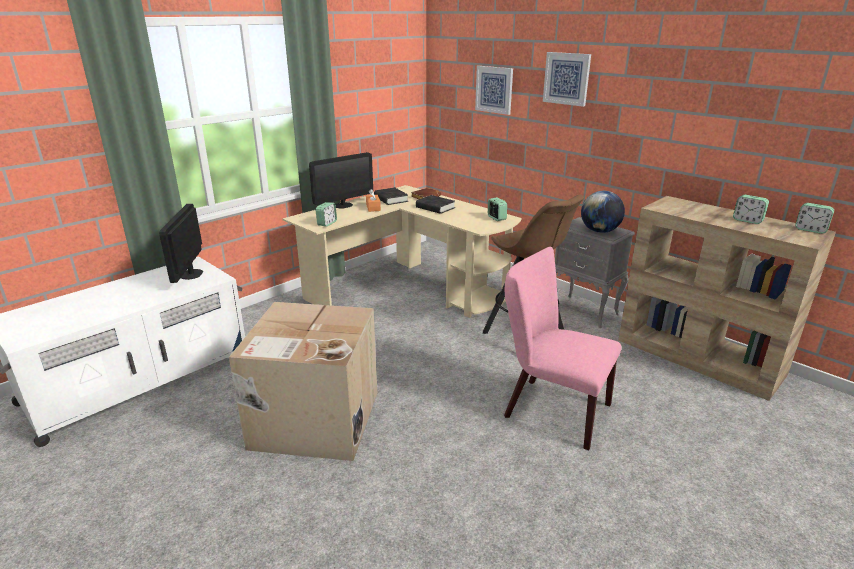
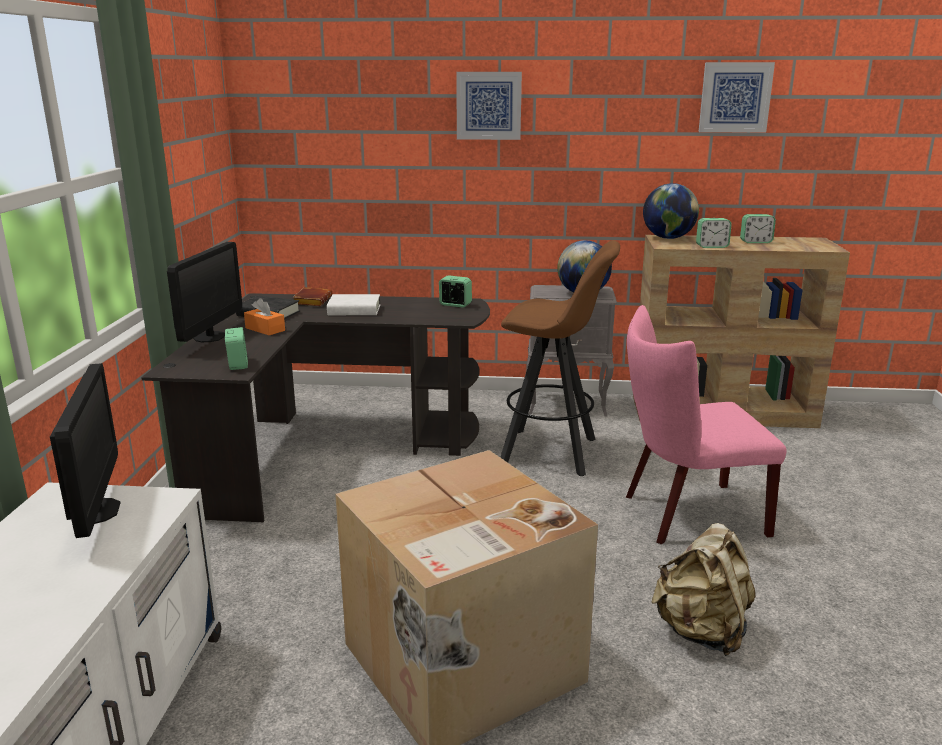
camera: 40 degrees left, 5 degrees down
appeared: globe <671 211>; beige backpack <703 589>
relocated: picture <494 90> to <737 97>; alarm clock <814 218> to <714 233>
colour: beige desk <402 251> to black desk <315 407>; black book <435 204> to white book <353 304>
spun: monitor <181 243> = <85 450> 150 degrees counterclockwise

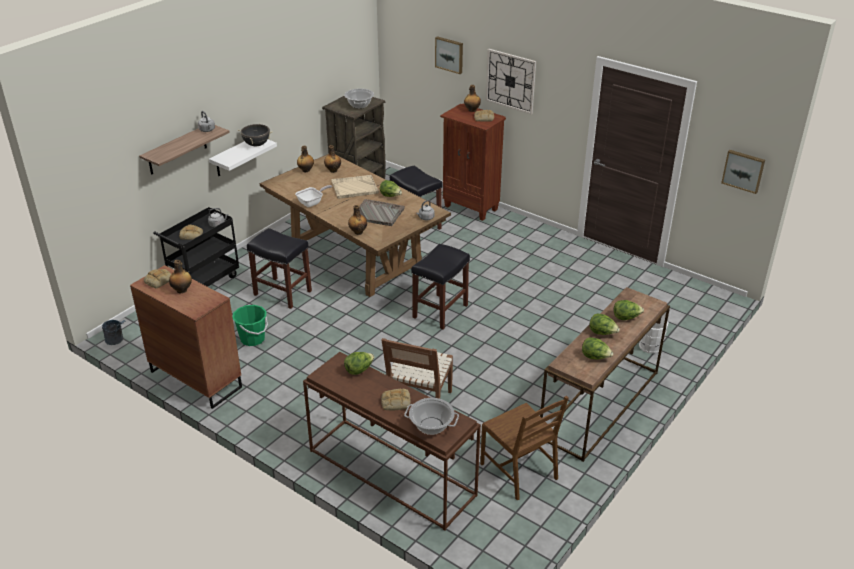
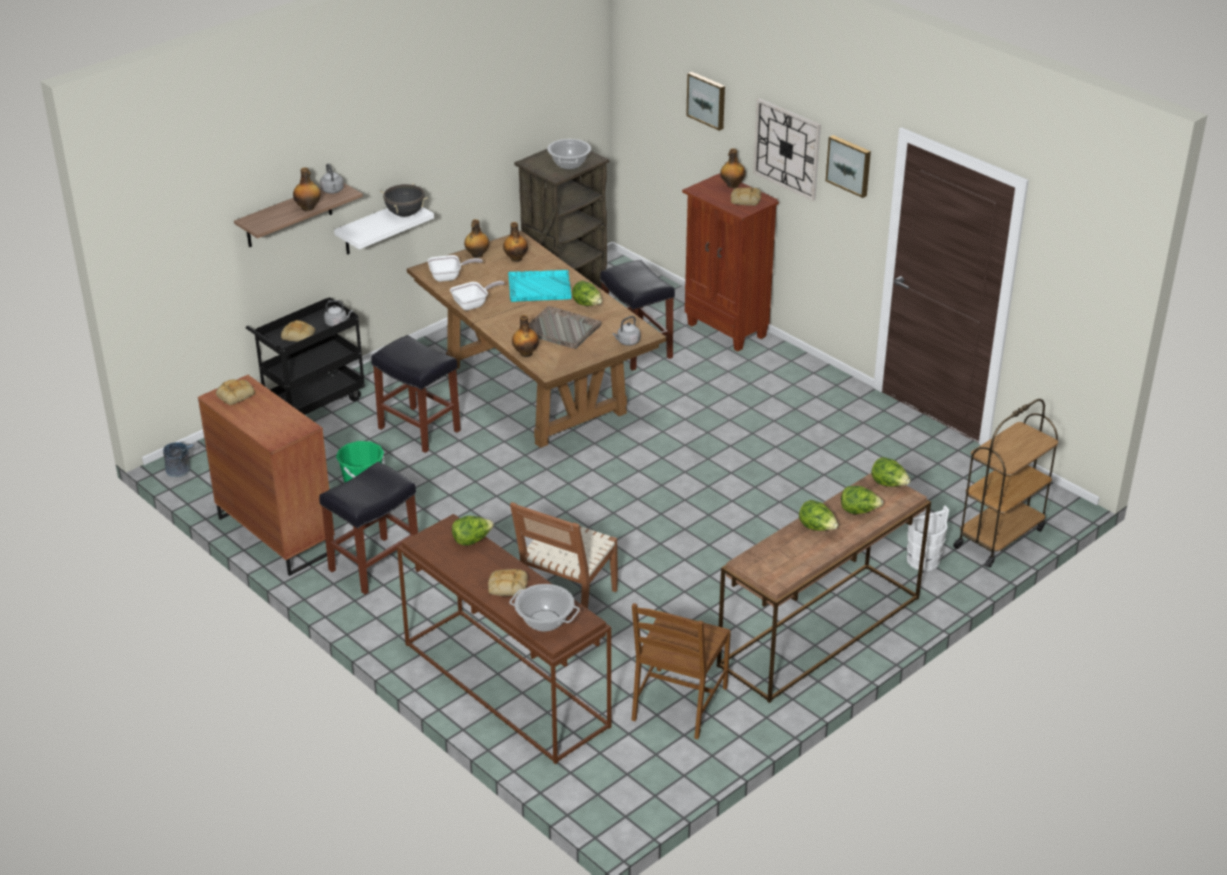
camera: 10 degrees right, 0 degrees up
appeared: frying pan <455 268>; brown cart <1006 483>
relocated: picture <743 172> to <848 166>; black stool <440 287> to <368 528>; bottle <180 276> to <307 189>; lettuce <597 348> to <891 472>
colour: beige tray <355 187> to turquoise tray <540 286>
spun: brown chair <524 448> = <681 671> 45 degrees clockwise

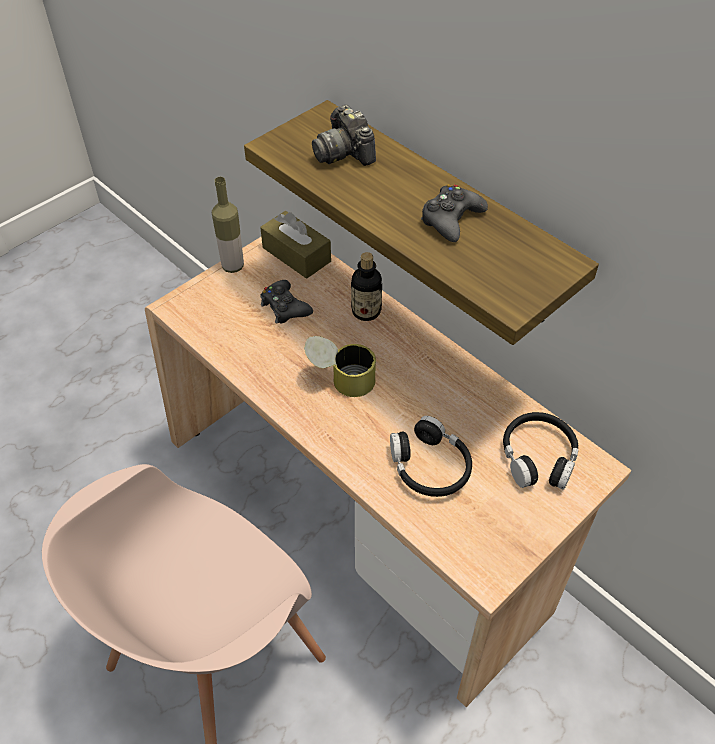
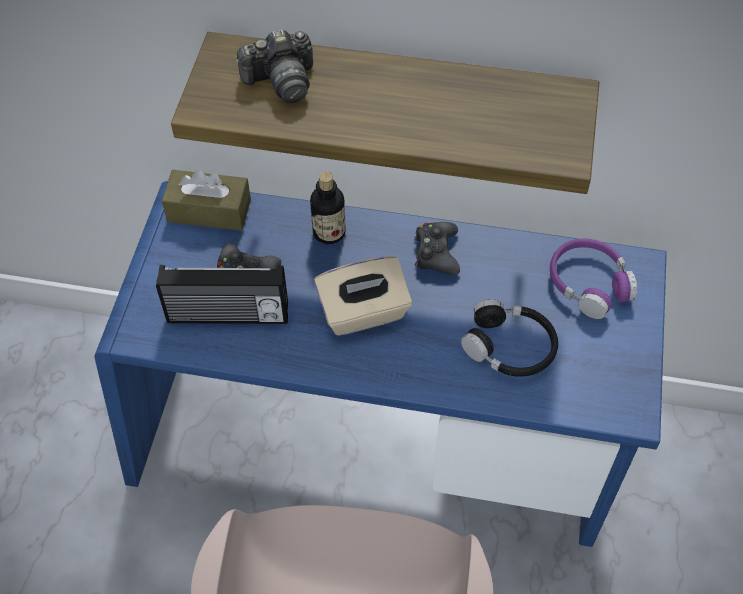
camera: 35 degrees left, 5 degrees up
missing: bottle <228 225>
appeared: radio <222 294>
relocated: black game controller <454 213> to <437 248>
exchanged: can <340 366> to beige tissue box <363 296>
colour: beige desk <388 472> to blue desk <380 364>; black headphones <540 451> to purple headphones <593 279>
spun: photo camera <344 135> = <274 66> 45 degrees counterclockwise

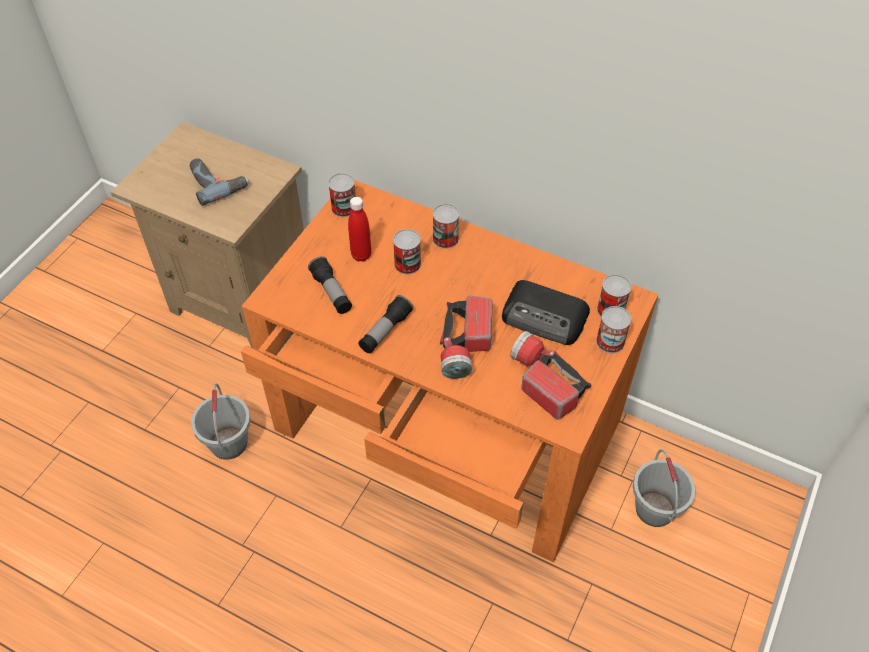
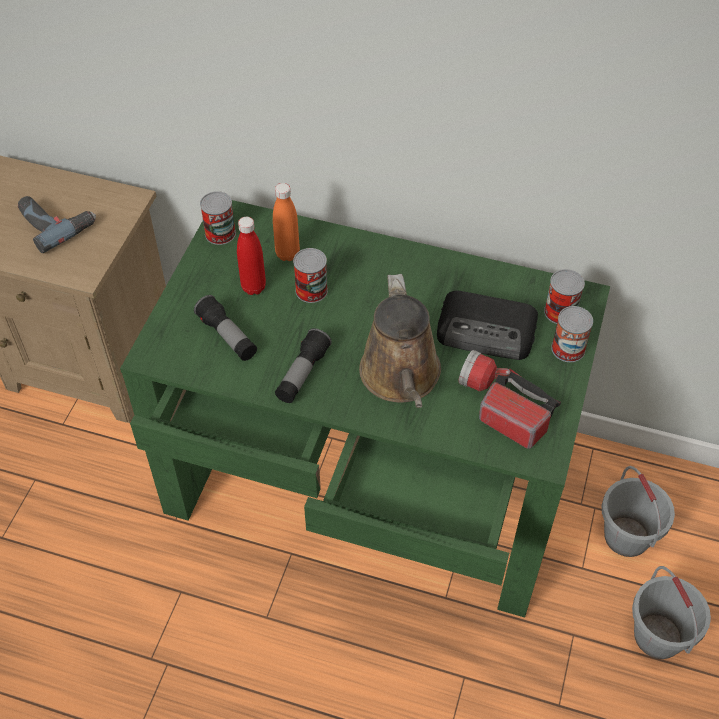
camera: 10 degrees left, 0 degrees up
missing: can <446 226>
appeared: orange bottle <286 222>
relocated: grey bucket <221 421> to <671 612>
exchanged: flashlight <466 337> to brown watering can <400 341>
colour: orange desk <450 371> to green desk <365 408>

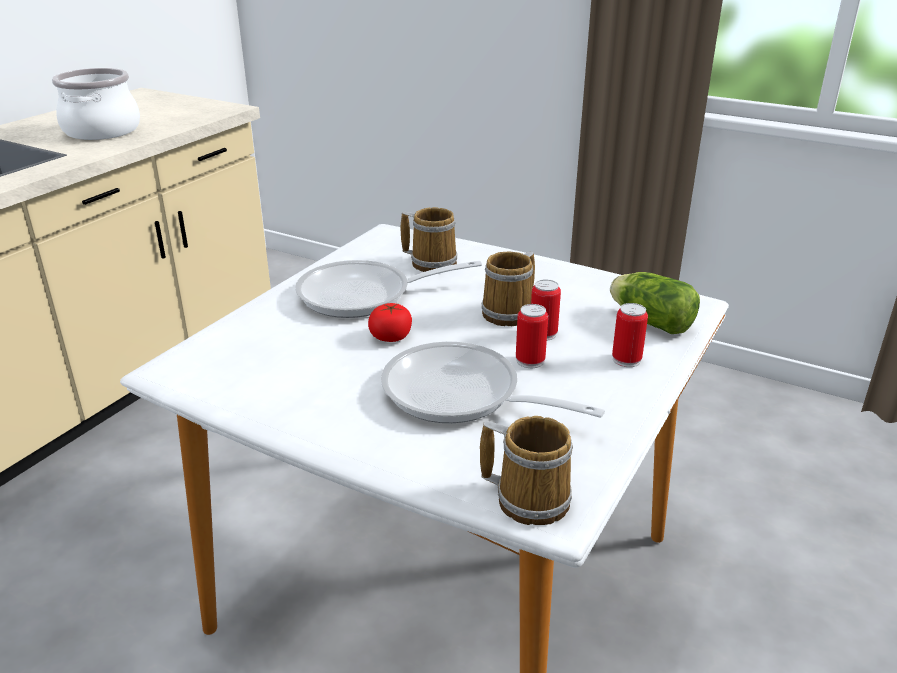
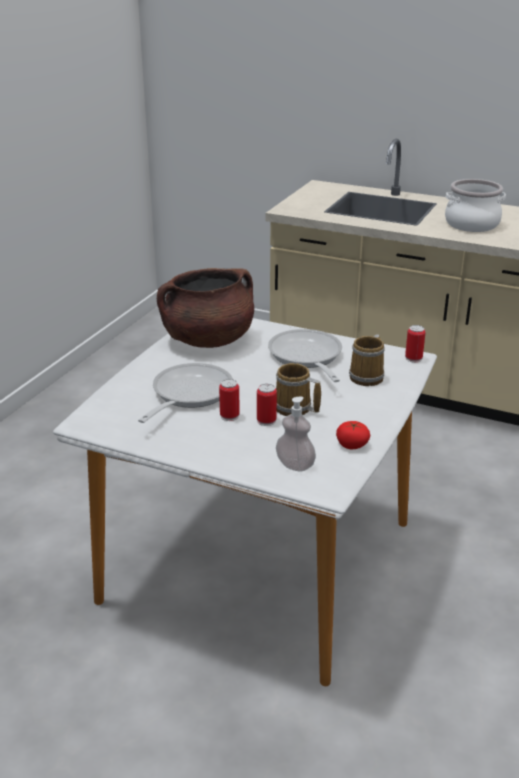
camera: 85 degrees right, 0 degrees up
missing: mug <526 470>
appeared: brown cooking pot <205 308>
relocated: tomato <390 322> to <353 435>; can <630 335> to <415 344>
exchanged: lettuce <655 303> to soap dispenser <296 433>

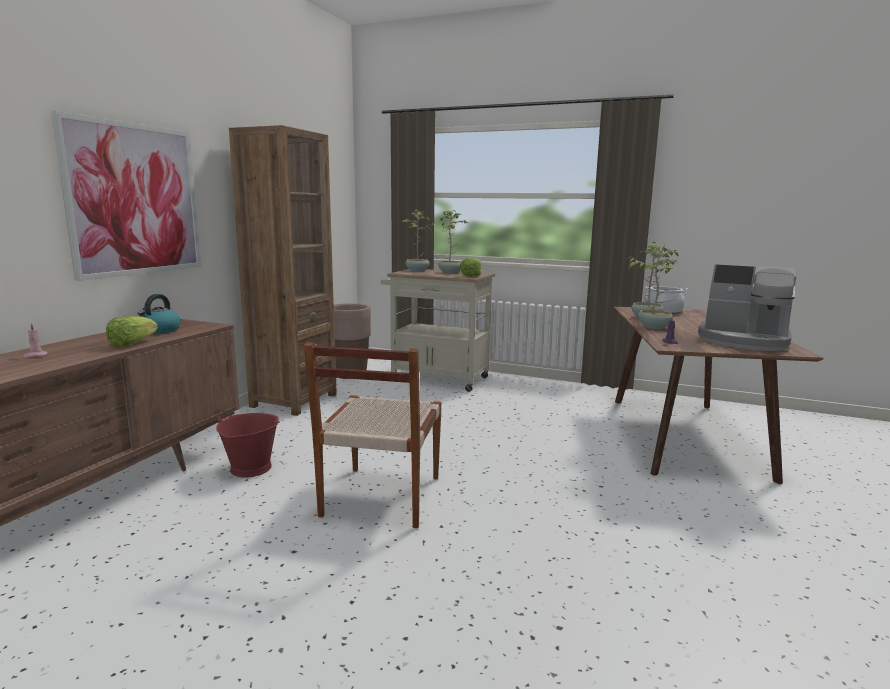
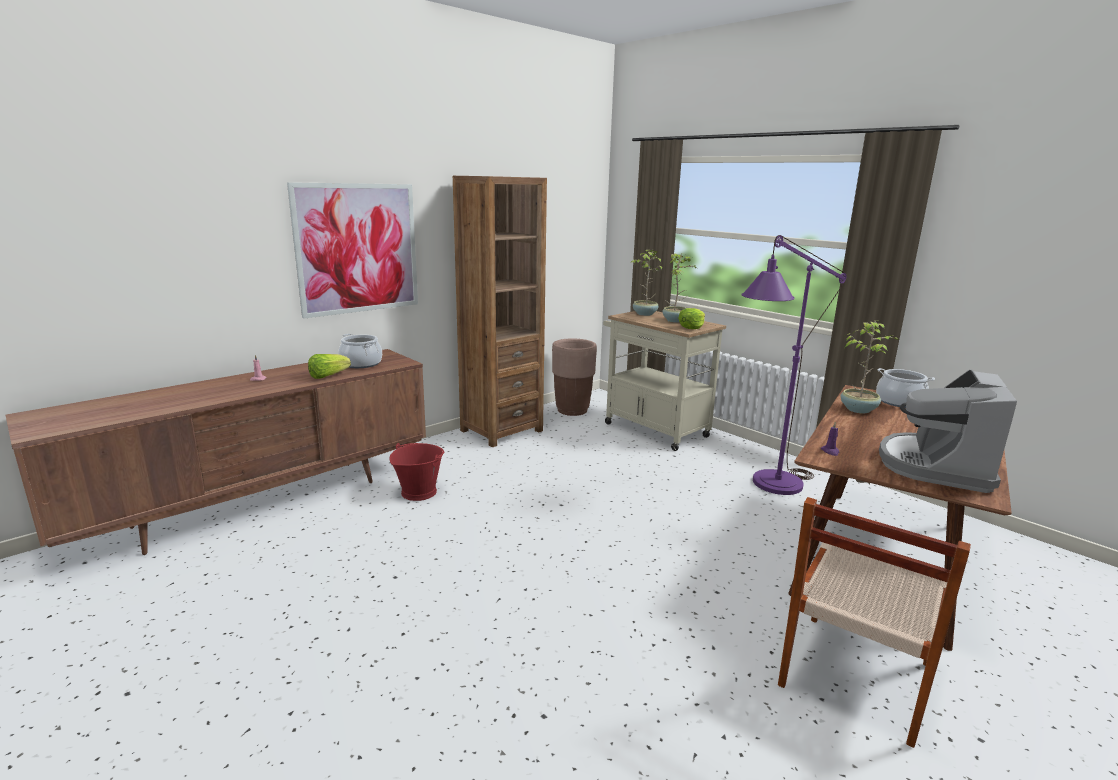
camera: 25 degrees right, 5 degrees up
missing: potted plant <659 286>
appeared: purple floor lamp <793 365>
relocated: chair <372 435> to <874 622>
exchanged: kettle <159 314> to cooking pot <360 351>
spun: coffee machine <747 307> = <948 431> 60 degrees clockwise

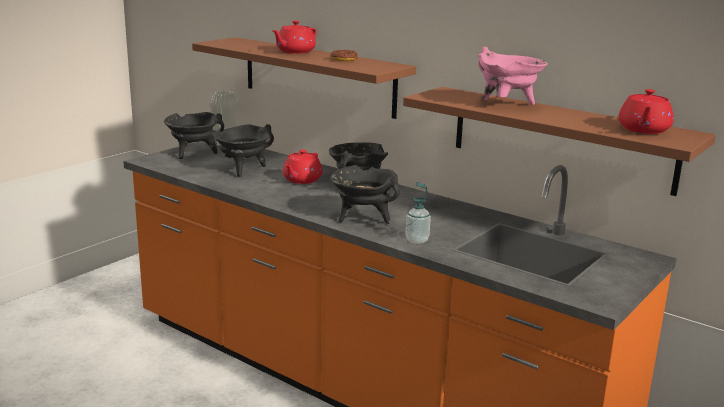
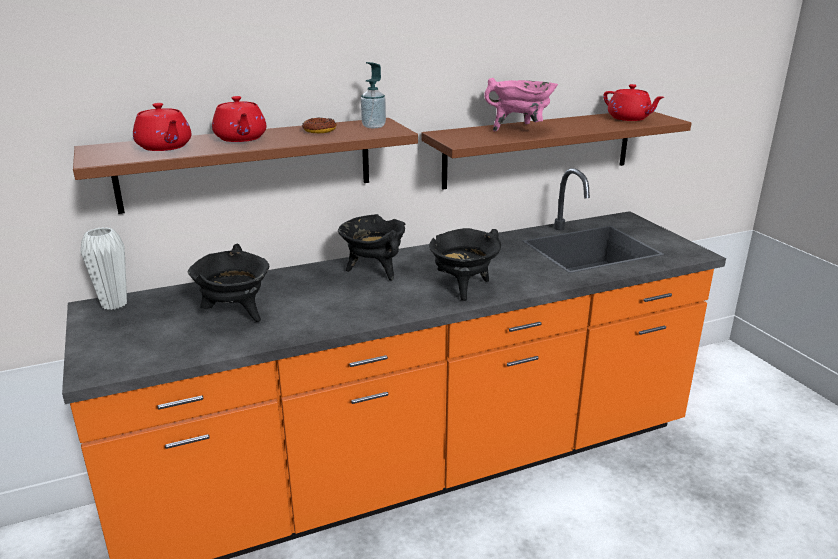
camera: 60 degrees left, 5 degrees up
missing: black cooking pot <194 135>
relocated: red teapot <303 167> to <162 127>; soap dispenser <418 213> to <373 95>

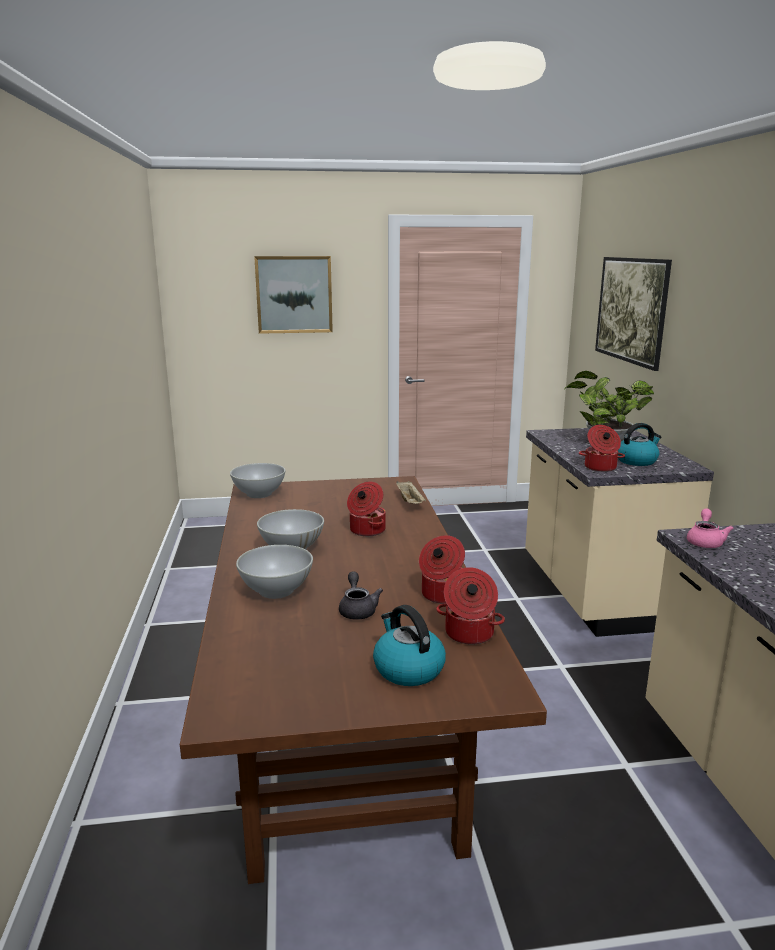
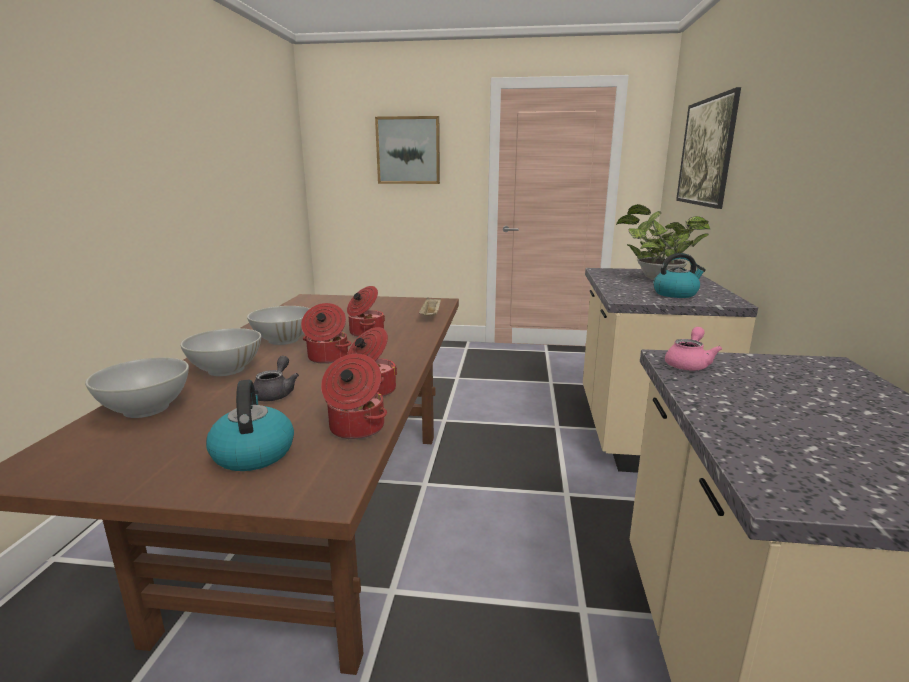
camera: 15 degrees right, 0 degrees up
relocated: cooking pot <602 448> to <326 333>; white bowl <257 480> to <137 388>

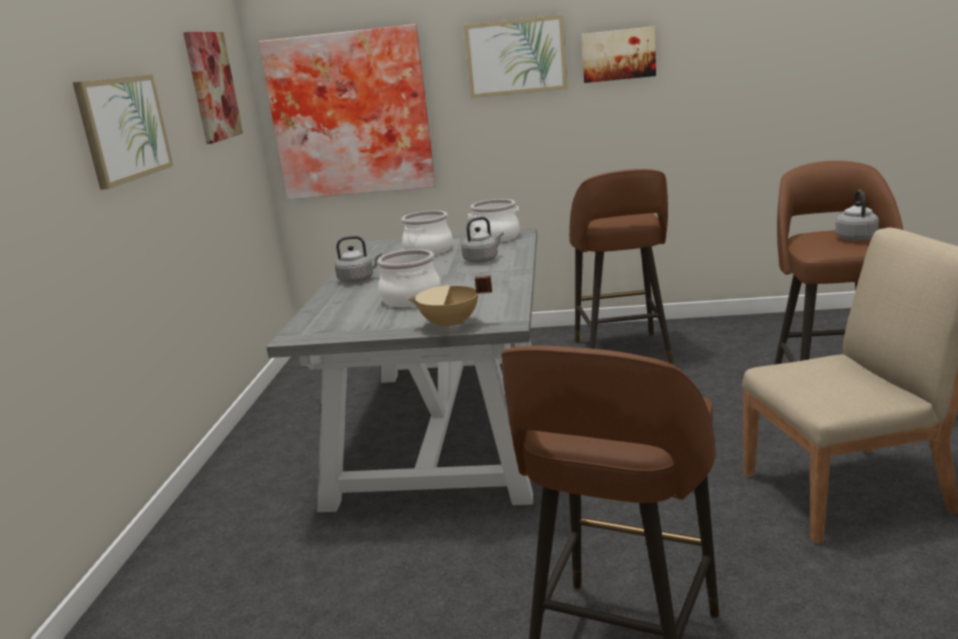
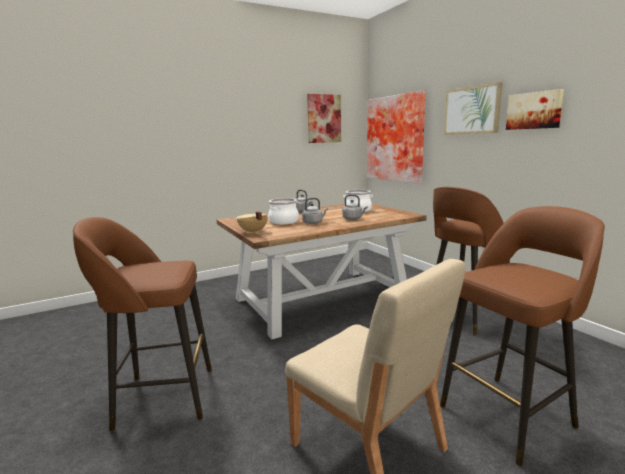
camera: 55 degrees right, 5 degrees down
missing: picture <123 132>; cooking pot <494 220>
relocated: grey kettle <857 215> to <315 211>
colour: grey dining table <401 370> to brown dining table <322 271>

